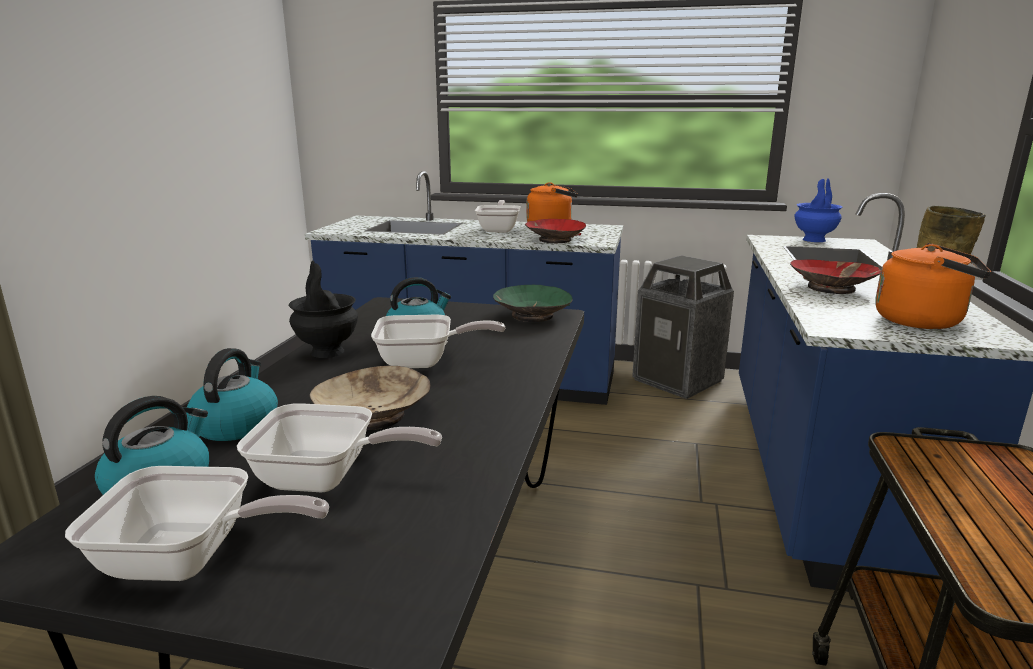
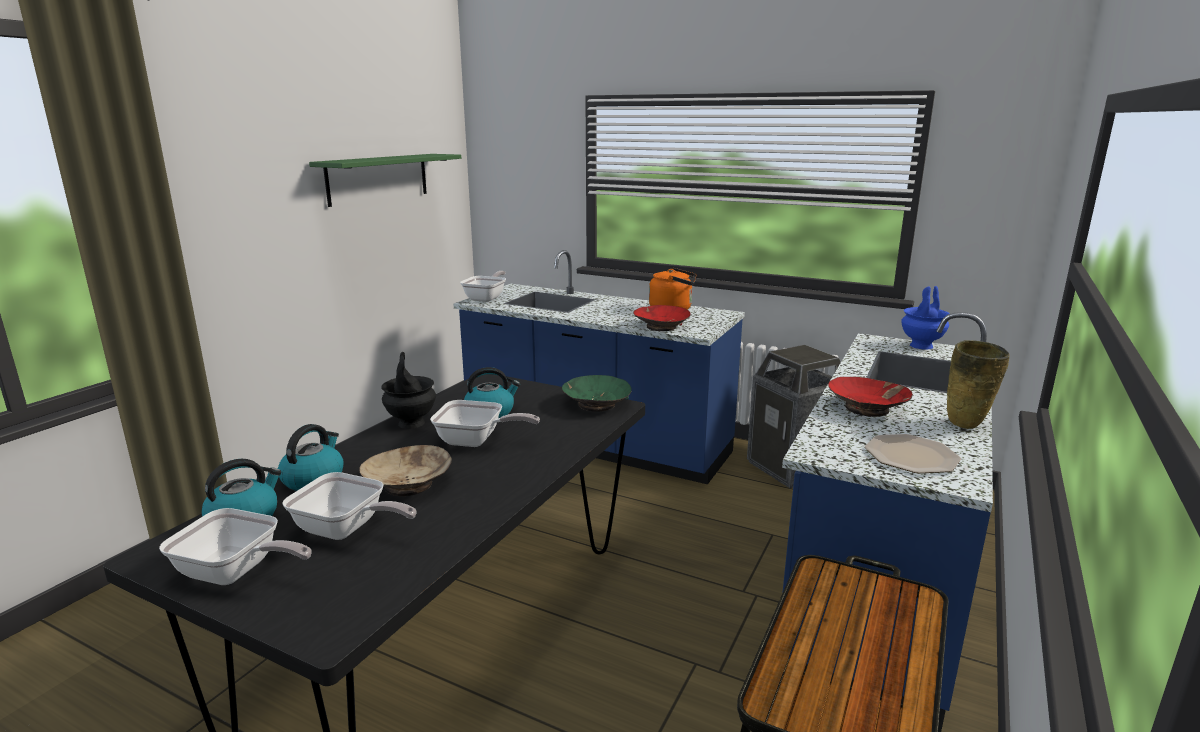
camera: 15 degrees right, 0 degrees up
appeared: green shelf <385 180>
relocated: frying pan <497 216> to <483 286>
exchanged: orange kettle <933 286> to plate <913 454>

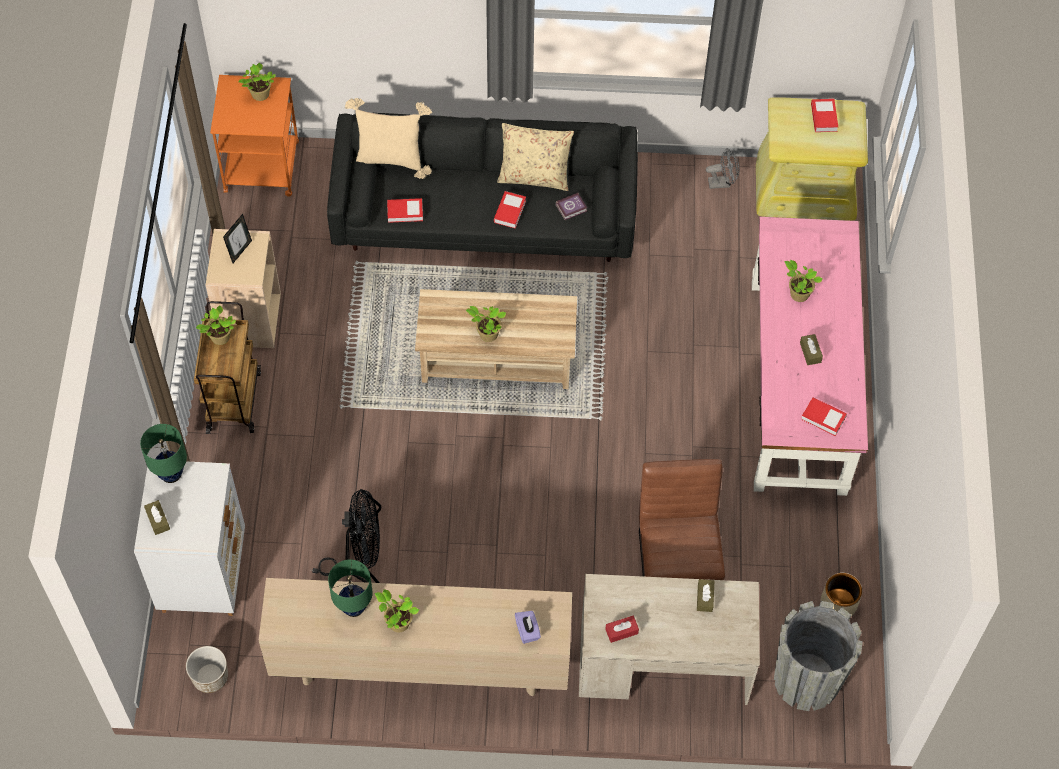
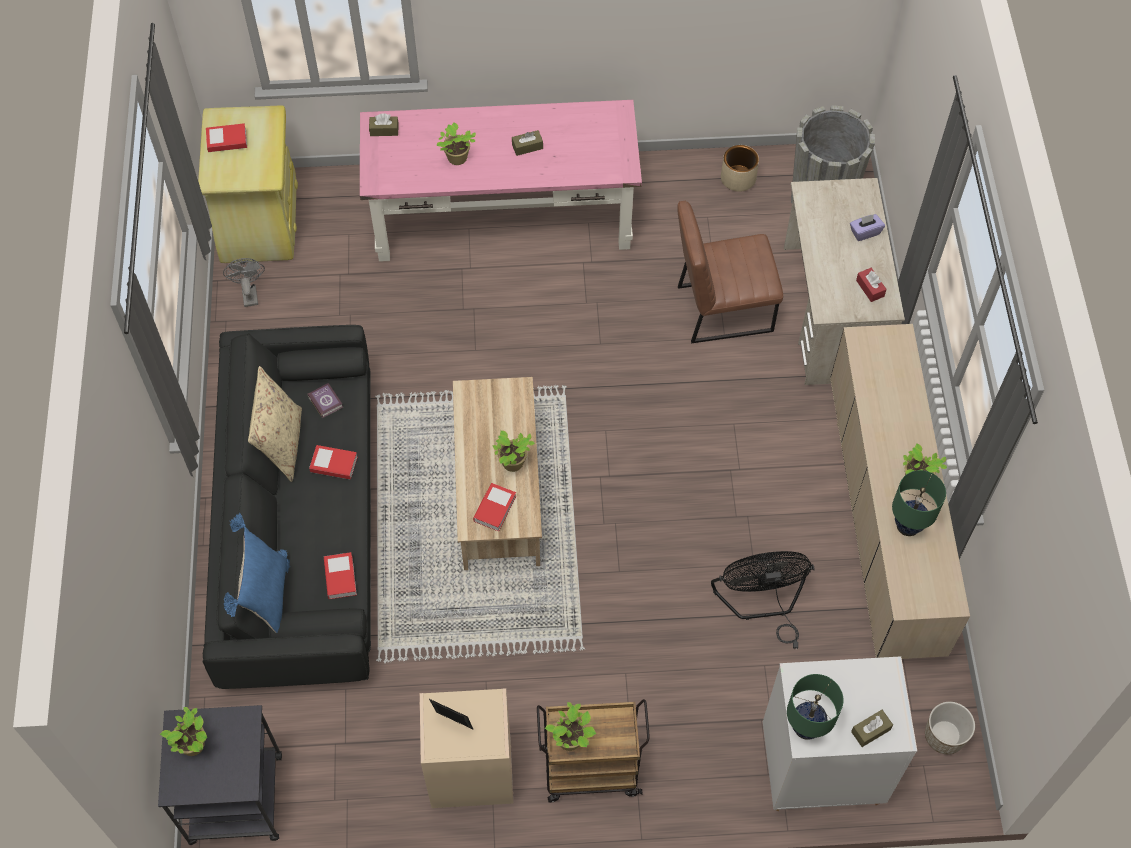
camera: 95 degrees left, 0 degrees up
relocated: book <824 416> to <494 507>; brown tissue box <705 595> to <384 124>; purple tissue box <528 627> to <867 227>
colour: orange cart <254 136> to black cart <220 775>; beige pillow <388 138> to blue pillow <257 572>

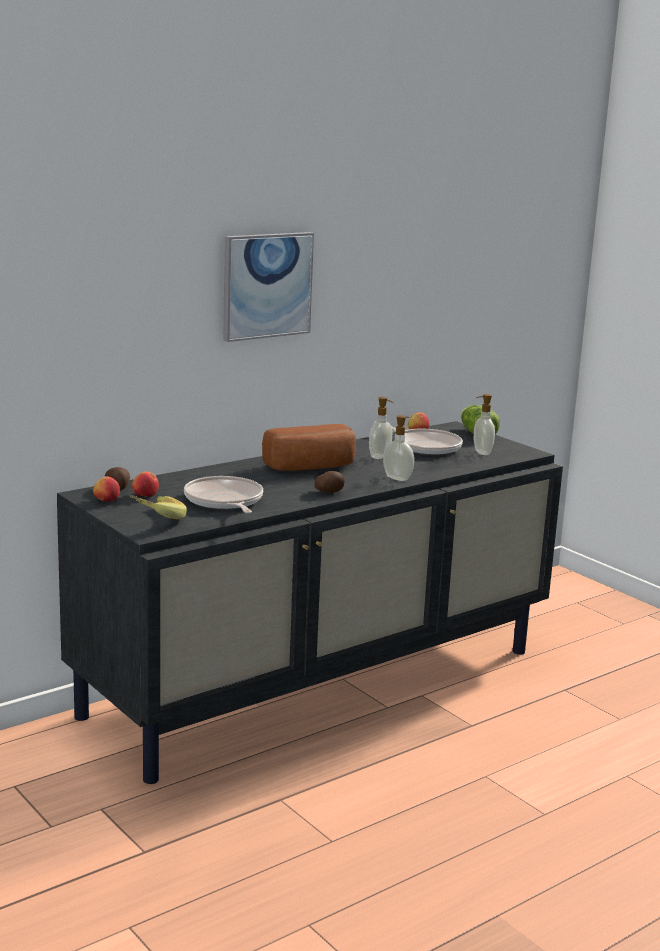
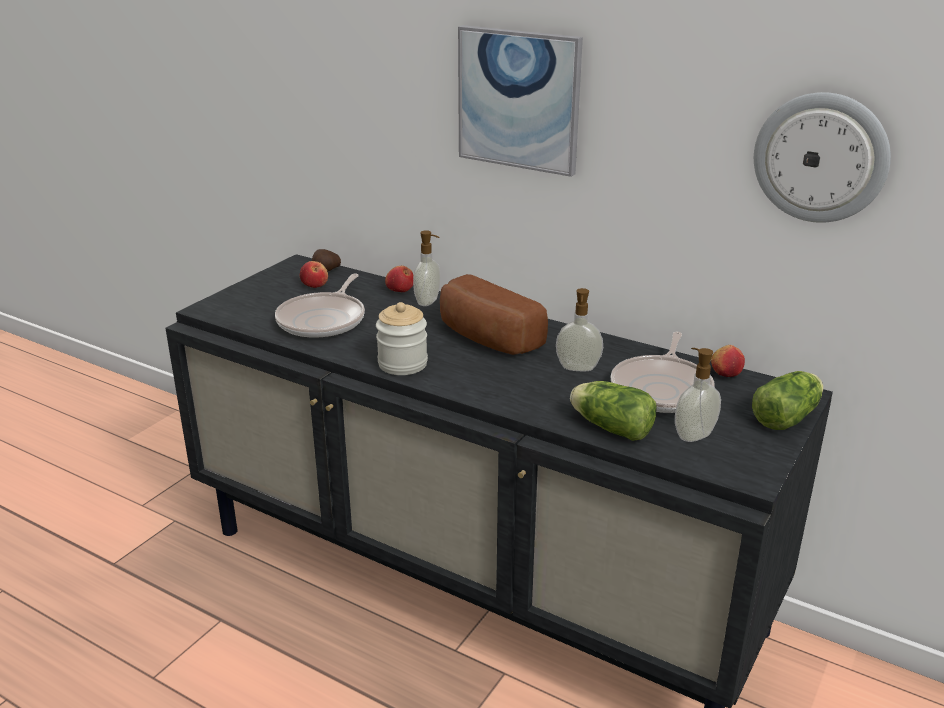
camera: 70 degrees right, 10 degrees up
missing: banana <158 507>
appeared: wall clock <822 157>; lettuce <613 411>
relocated: soap dispenser <398 448> to <427 268>; apple <106 489> to <399 279>
exchanged: potato <330 482> to jar <402 338>
spun: frying pan <223 494> = <320 306> 150 degrees clockwise

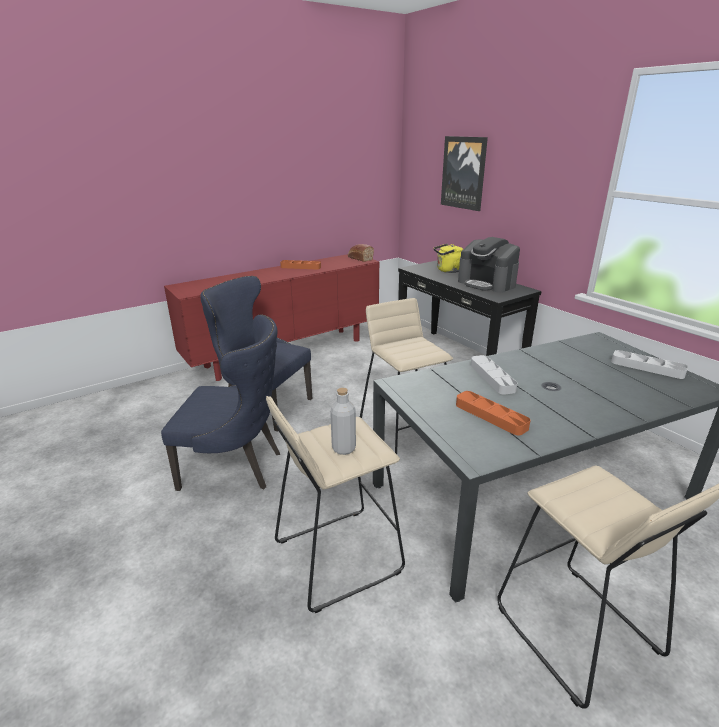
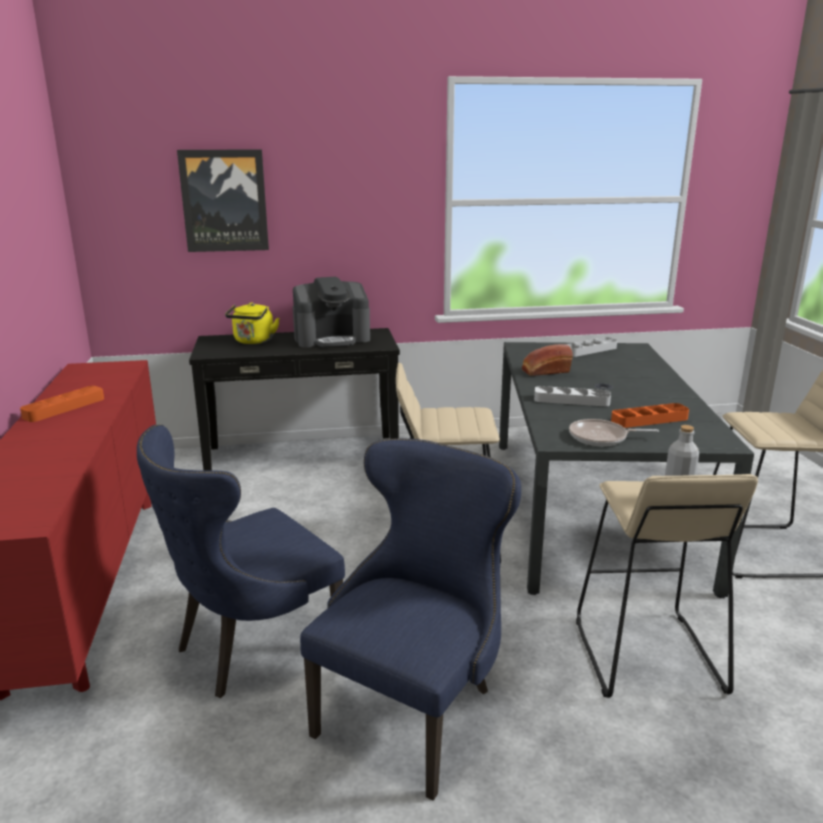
camera: 65 degrees left, 5 degrees down
appeared: frying pan <614 432>
relocated: bread <361 253> to <547 360>

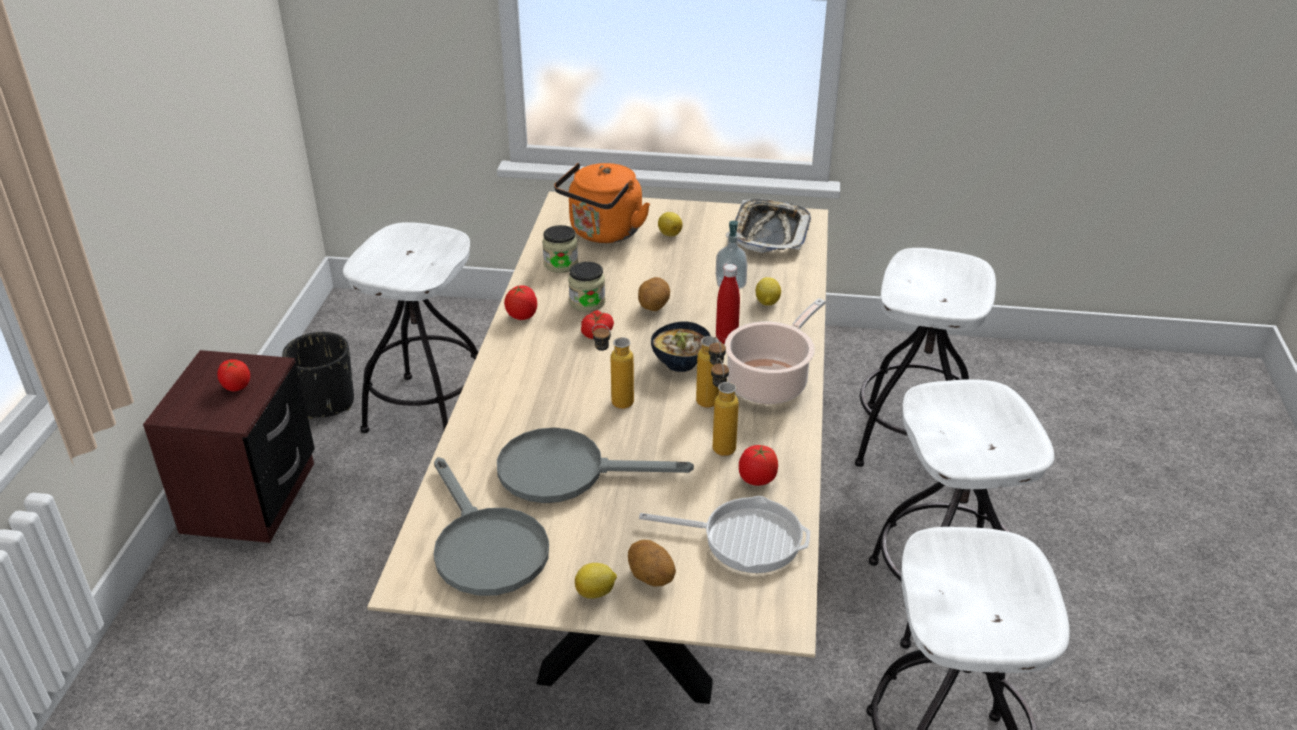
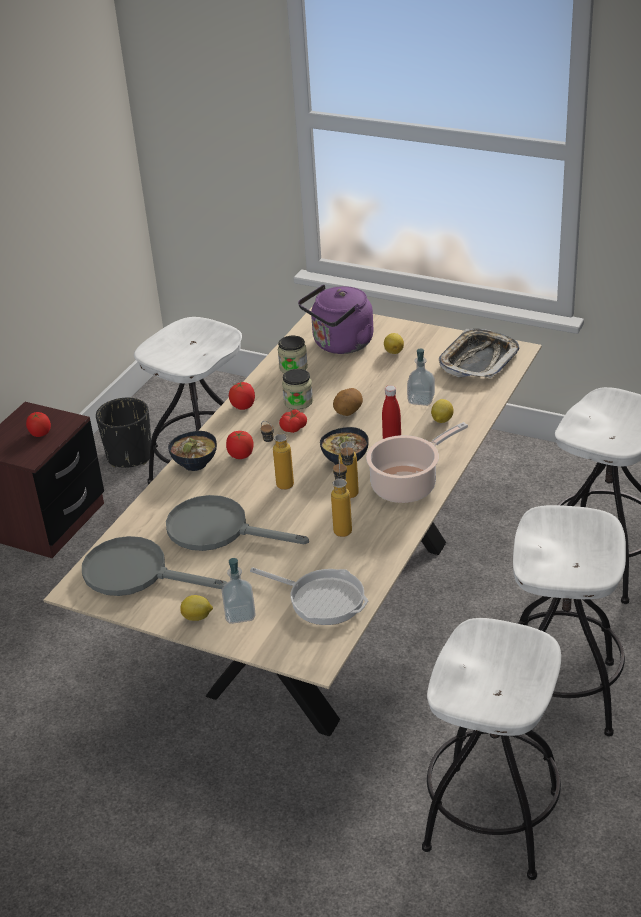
camera: 20 degrees right, 0 degrees up
appeared: bowl <192 451>
relocated: tomato <758 465> to <240 445>
exchanged: potato <652 563> to soap dispenser <239 591>
colour: orange kettle <602 203> to purple kettle <336 319>
spun: grey frying pan <491 526> = <154 566> 120 degrees clockwise

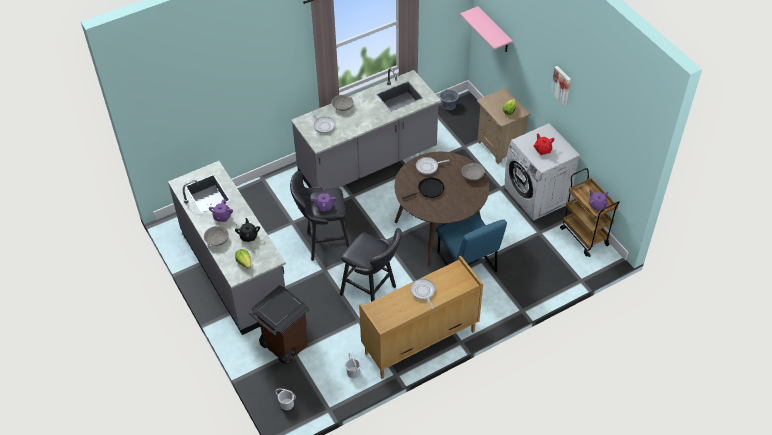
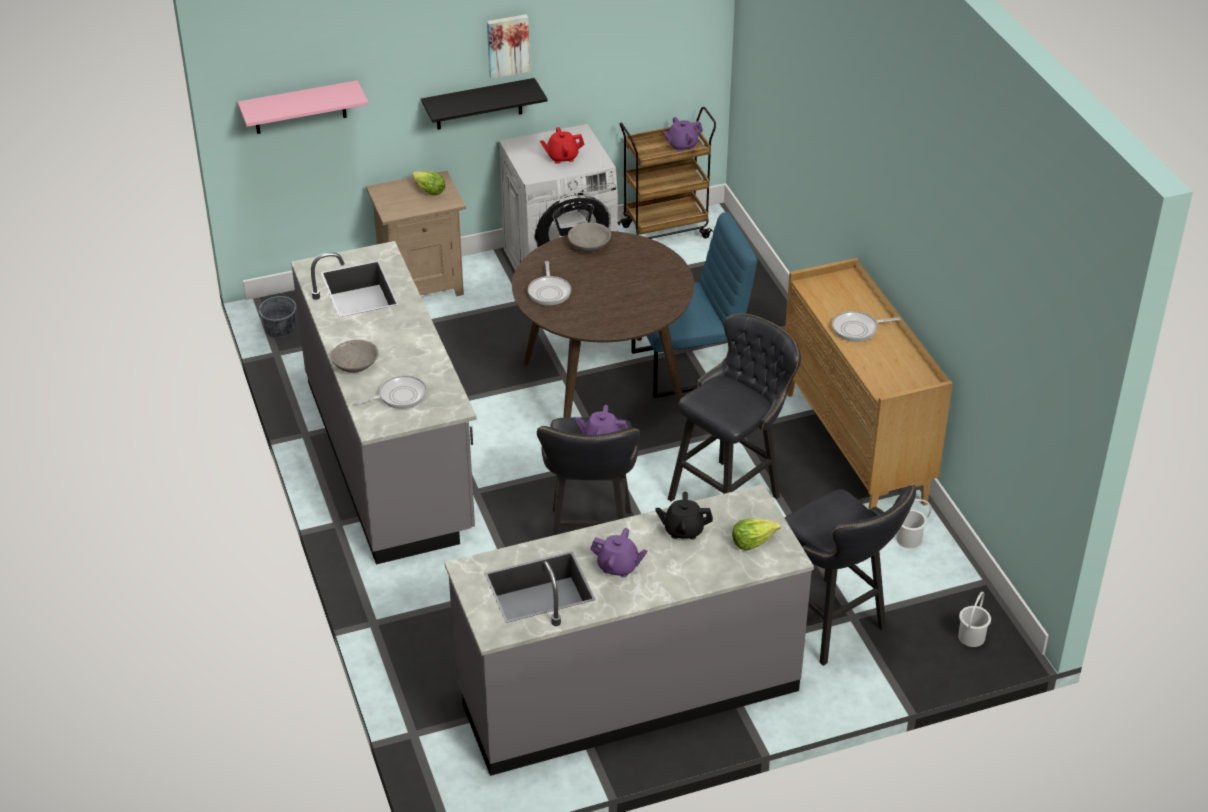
camera: 80 degrees left, 10 degrees down
missing: black frying pan <423 188>; grey bowl <216 236>
appeared: black shelf <484 104>
exchanged: brown trash can <279 324> to black stool <850 576>

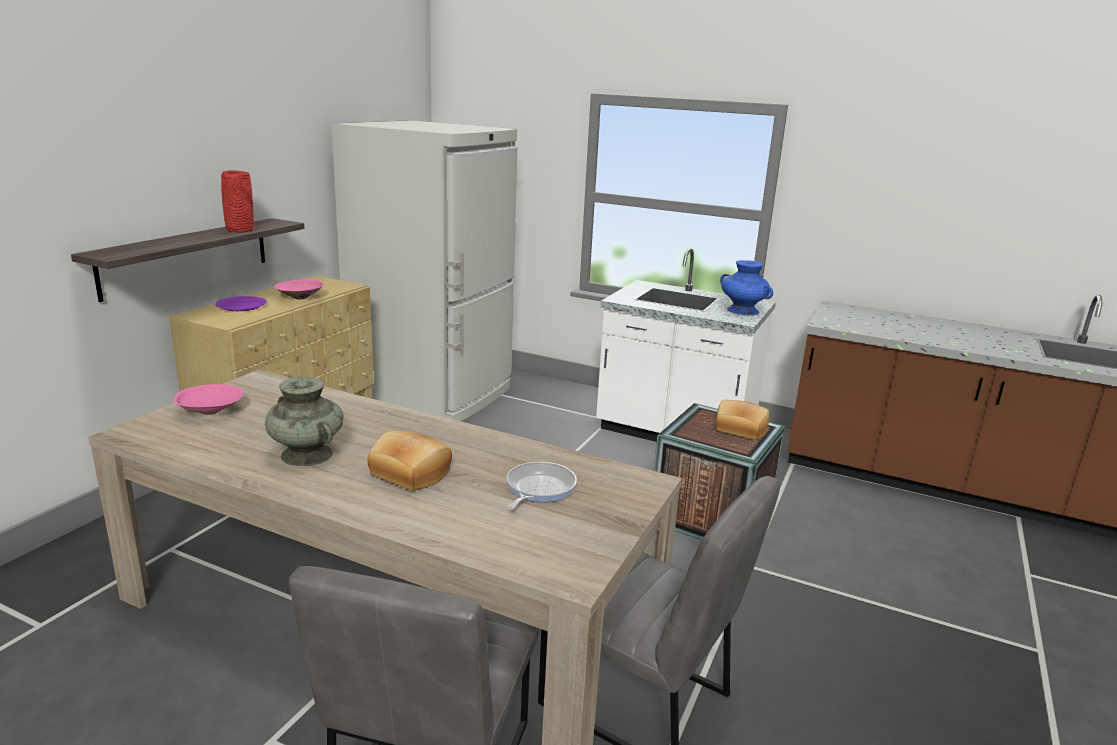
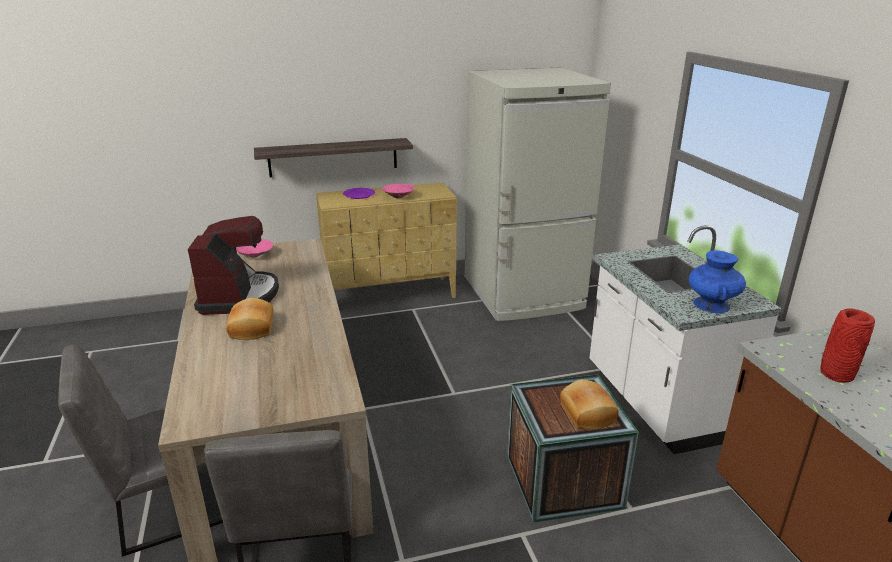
camera: 50 degrees right, 5 degrees up
missing: frying pan <542 486>
relocated: red vase <237 201> to <847 345>
exchanged: turquoise vase <304 421> to coffee machine <233 265>

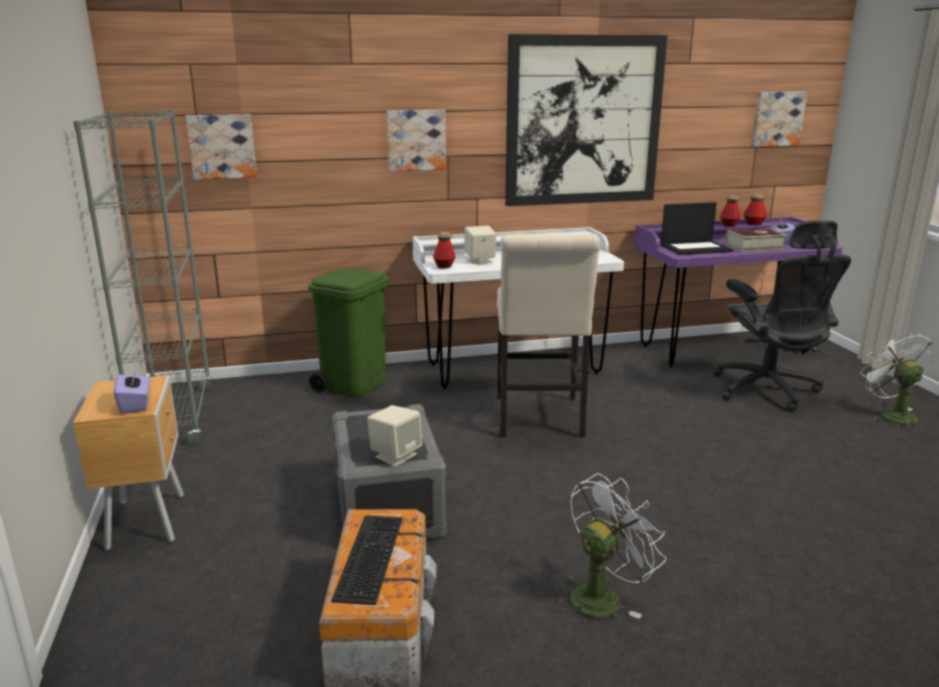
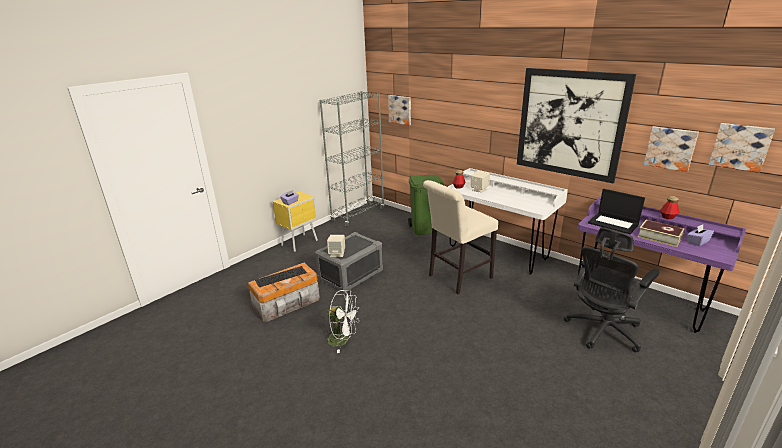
camera: 55 degrees right, 5 degrees up
missing: bottle <755 209>; white fan <897 380>
relocated: picture <416 140> to <671 149>
colour: brown nightstand <128 463> to yellow nightstand <295 222>

